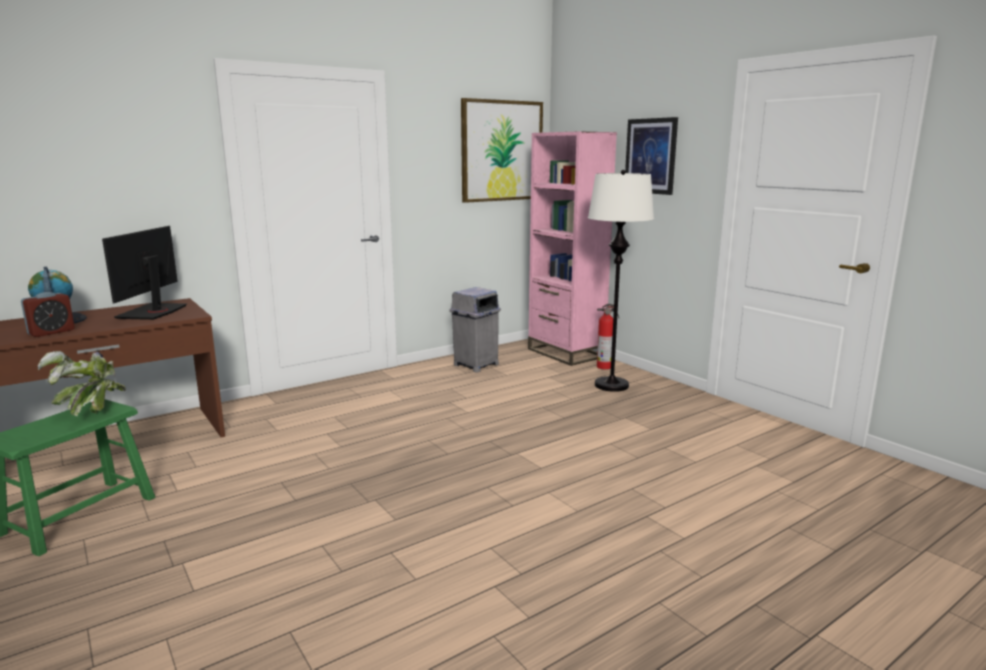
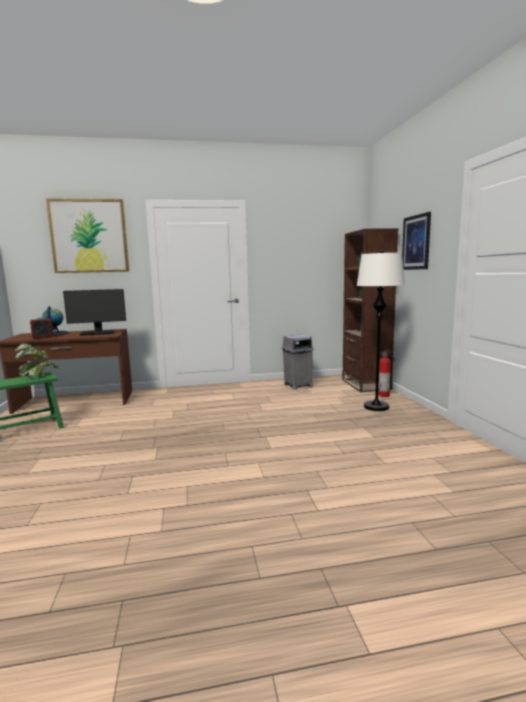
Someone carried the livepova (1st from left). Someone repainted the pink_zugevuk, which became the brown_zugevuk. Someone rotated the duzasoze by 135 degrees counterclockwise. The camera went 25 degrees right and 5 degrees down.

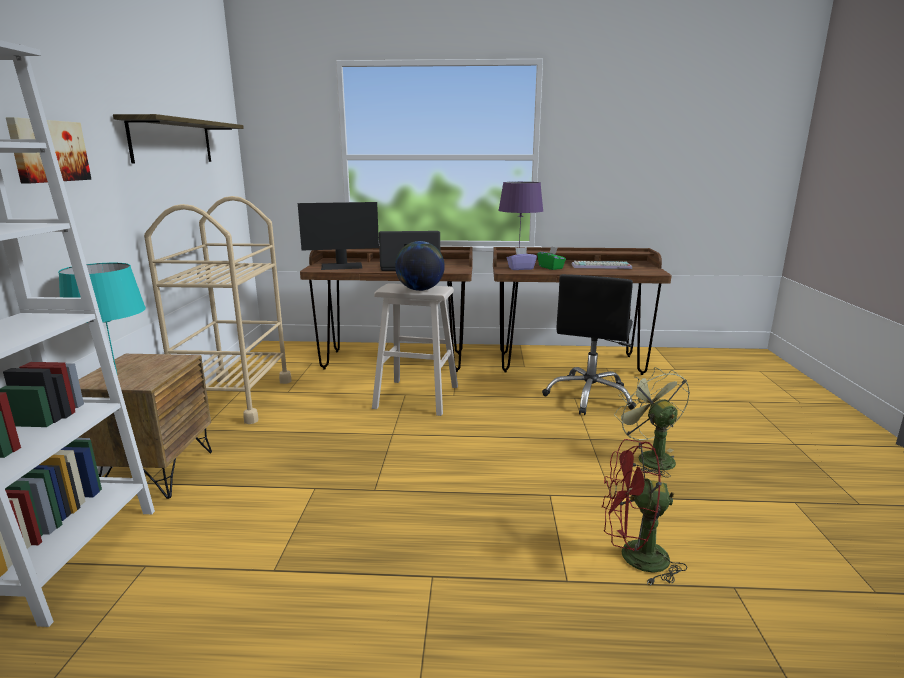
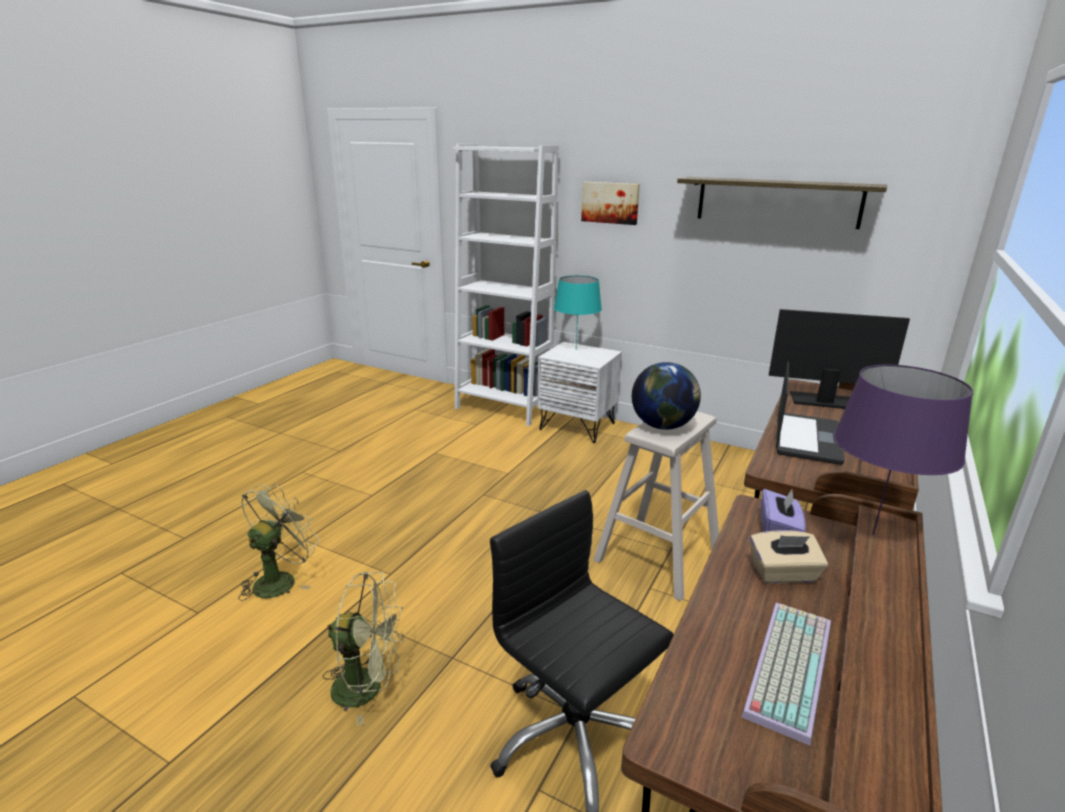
Someone took away the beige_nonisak. Someone rotated the duzasoze by 90 degrees clockwise. Someone repainted the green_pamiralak, which became the beige_pamiralak. Someone repainted the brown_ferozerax, which became the white_ferozerax. Someone repainted the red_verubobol, which became the green_verubobol (1st from left). The camera went 115 degrees right and 5 degrees up.

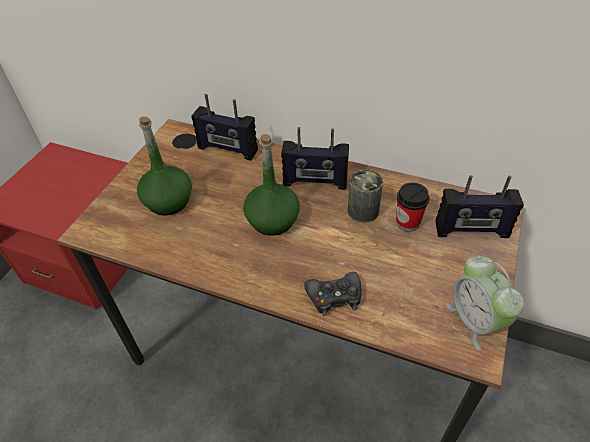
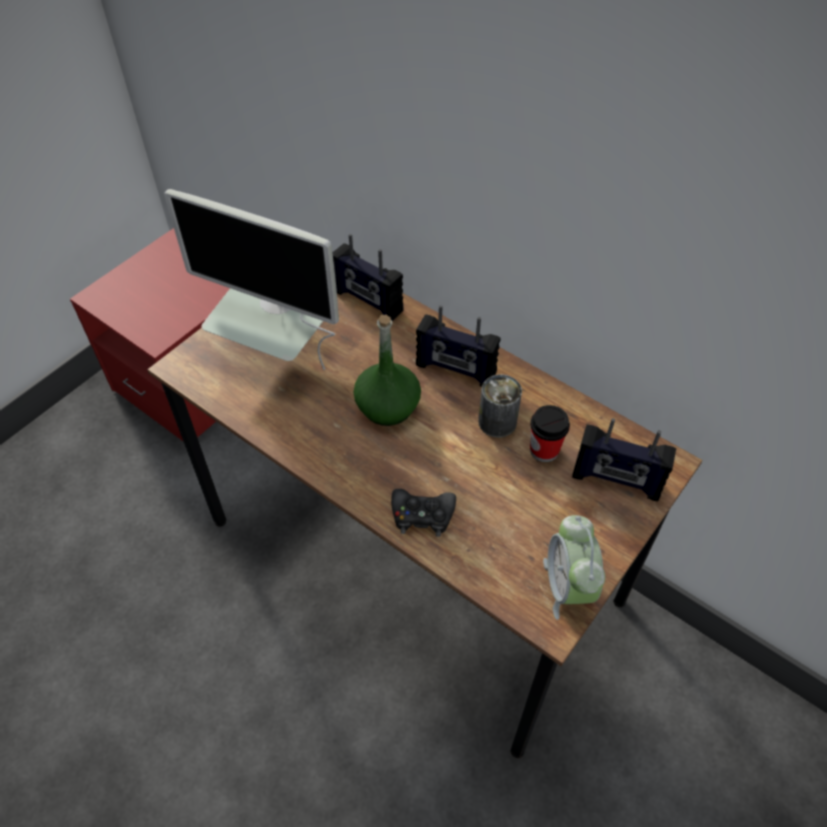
Someone swapped the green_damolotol (1st from left) for the duzasoze. The camera went 15 degrees right and 5 degrees up.

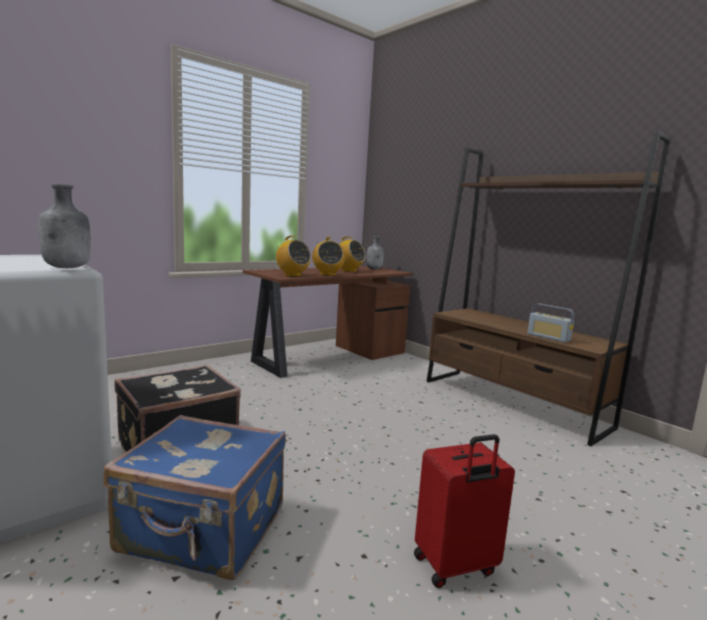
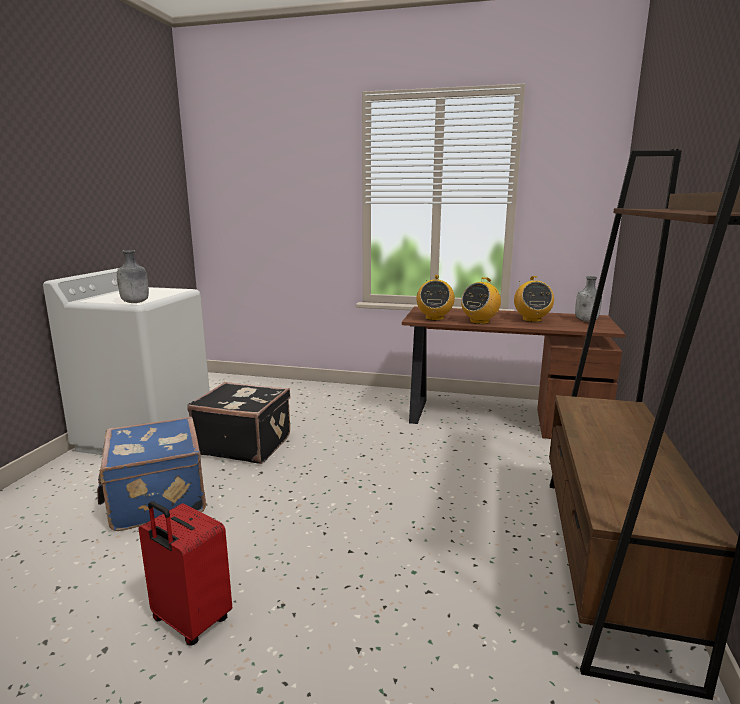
Someone took away the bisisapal (4th from left). The camera went 55 degrees right and 5 degrees up.

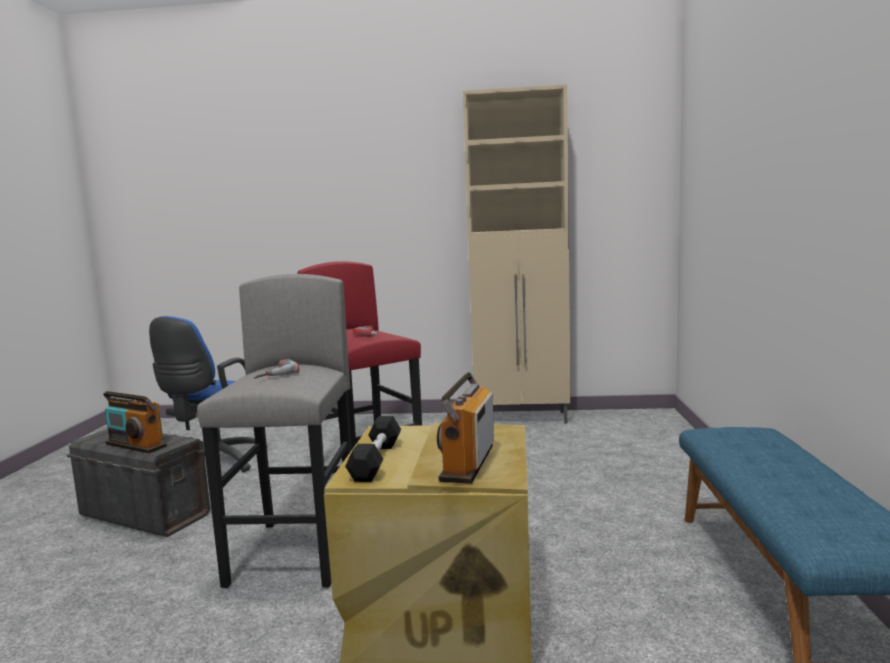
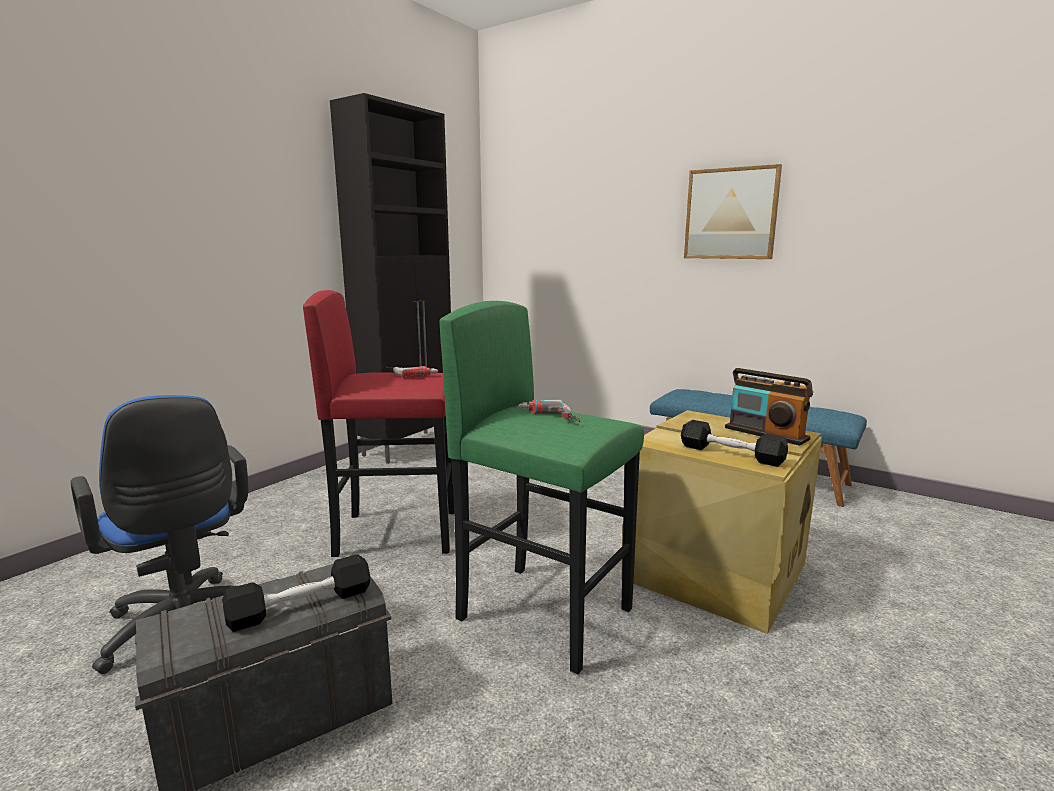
Someone repainted the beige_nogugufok, which became the black_nogugufok. Someone repainted the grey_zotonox, which became the green_zotonox. Someone swapped the bisisapal (1st from left) for the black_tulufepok (1st from left). Someone put up the livepova. The camera went 60 degrees left and 5 degrees up.

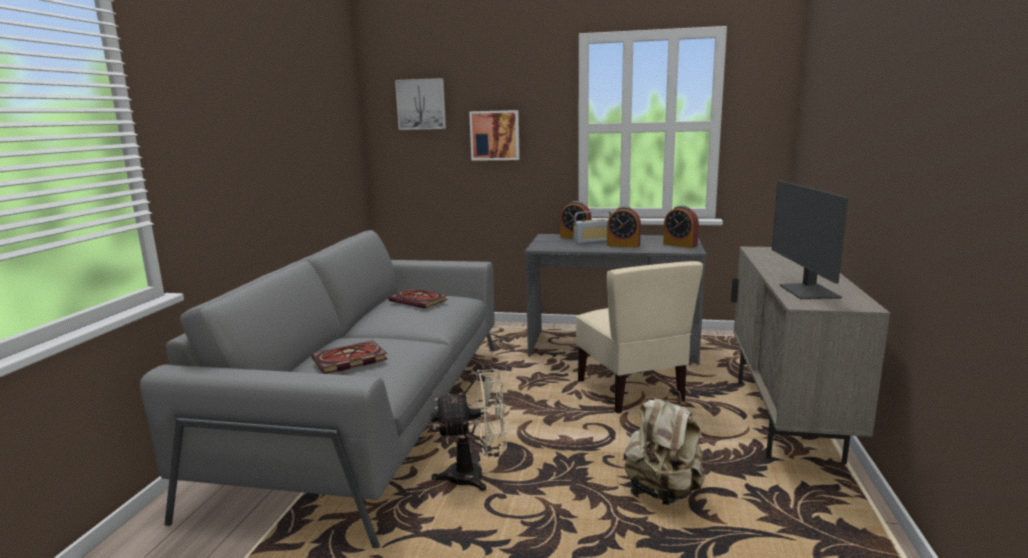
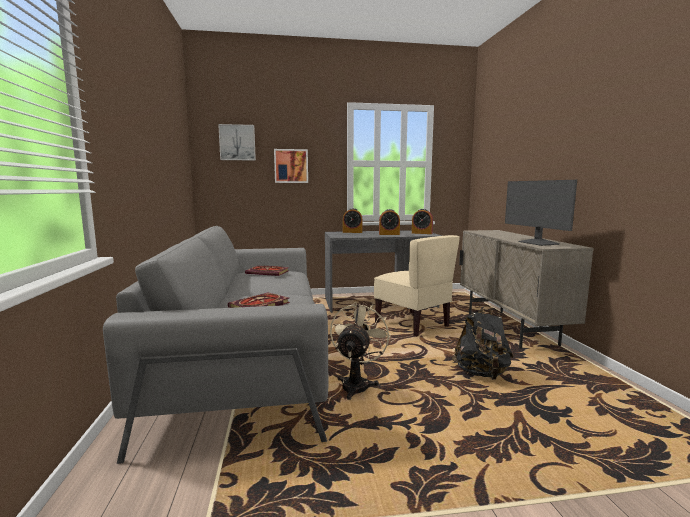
Someone took away the bisisapal. Someone rotated the beige_verubobol by 45 degrees counterclockwise. Someone repainted the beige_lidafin, which became the black_lidafin. The camera went 20 degrees left and 5 degrees down.

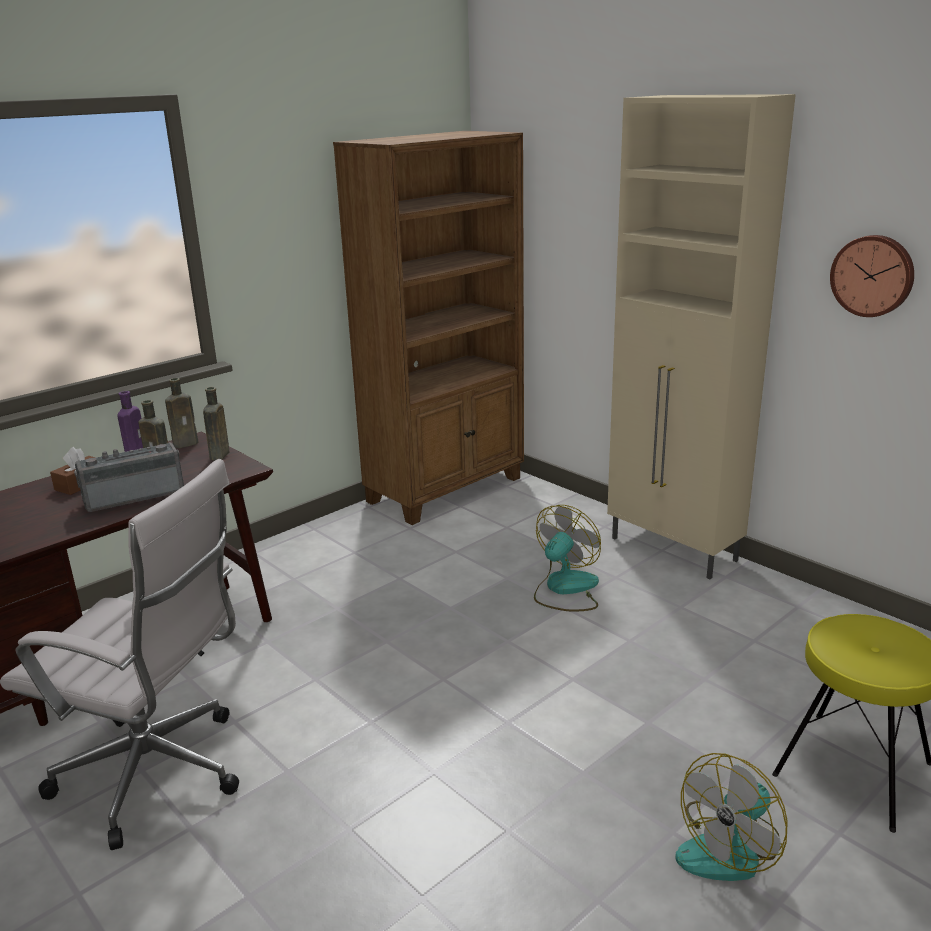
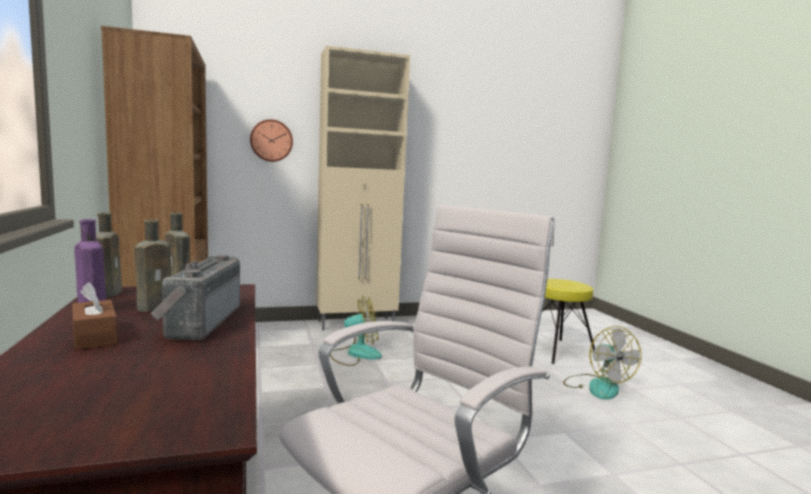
Someone carried the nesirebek. Someone rotated the verubobol (1st from left) by 105 degrees clockwise. The camera went 65 degrees left and 15 degrees down.

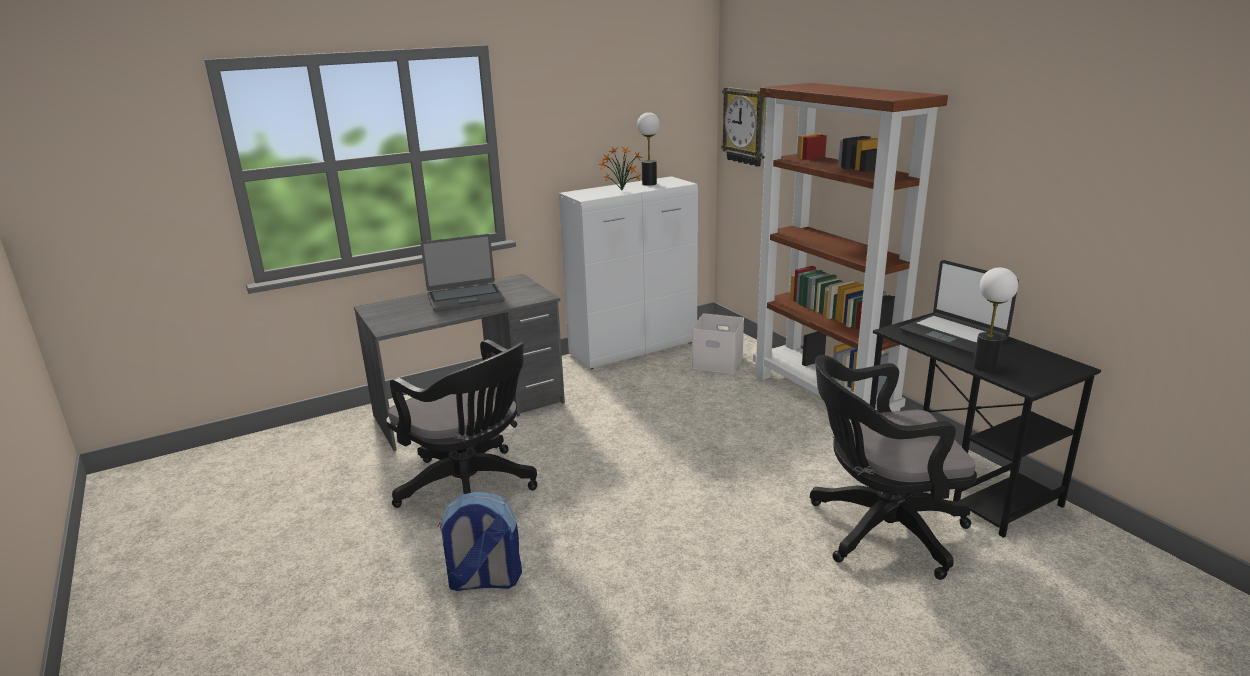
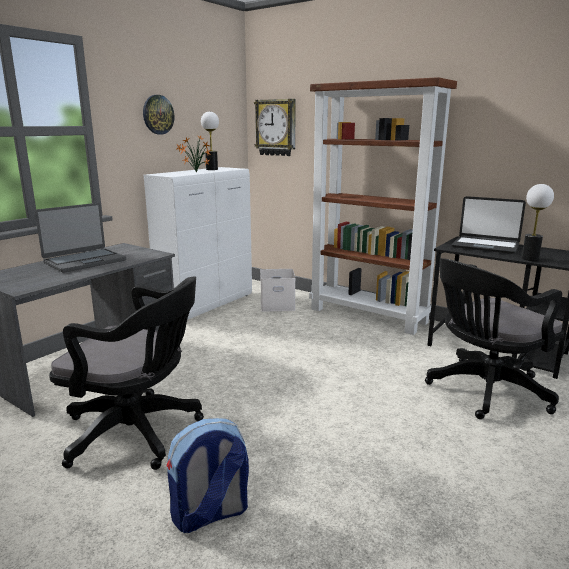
Someone put up the nesirebek (1st from left). The camera went 25 degrees left and 5 degrees down.

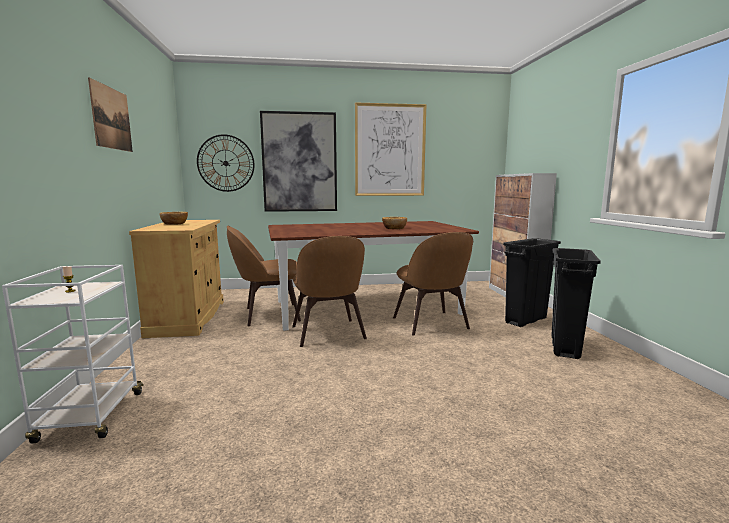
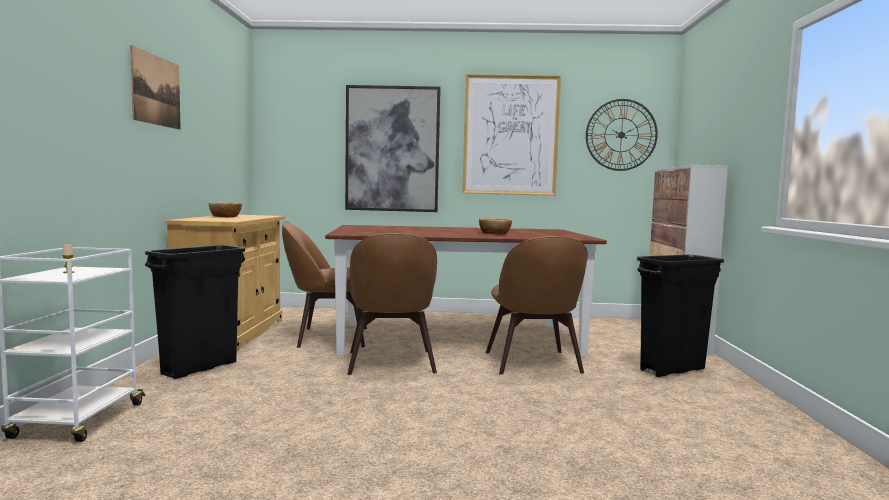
Someone carried the nesirebek. Someone carried the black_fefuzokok (2nd from left in the first image). The camera went 10 degrees right and 5 degrees down.

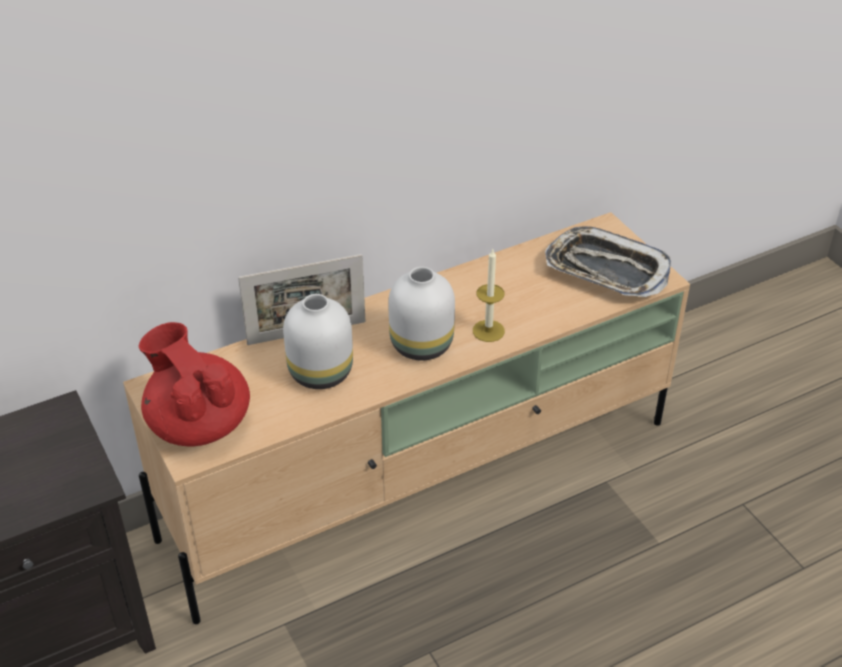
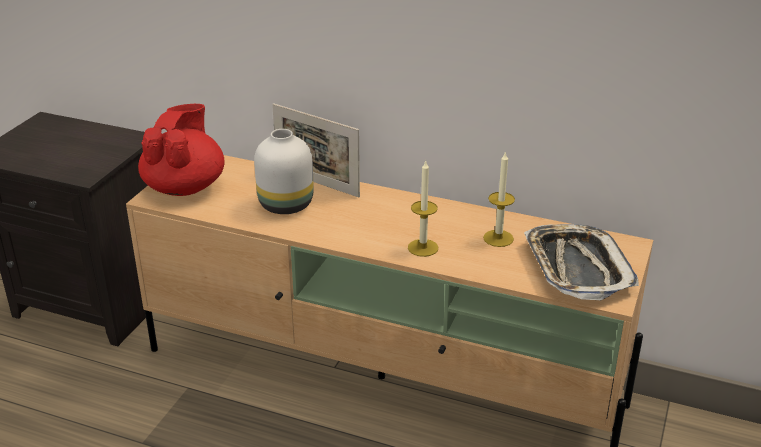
Someone took away the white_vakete (2nd from left). Someone put down the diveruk (2nd from left). The camera went 50 degrees right and 10 degrees down.

